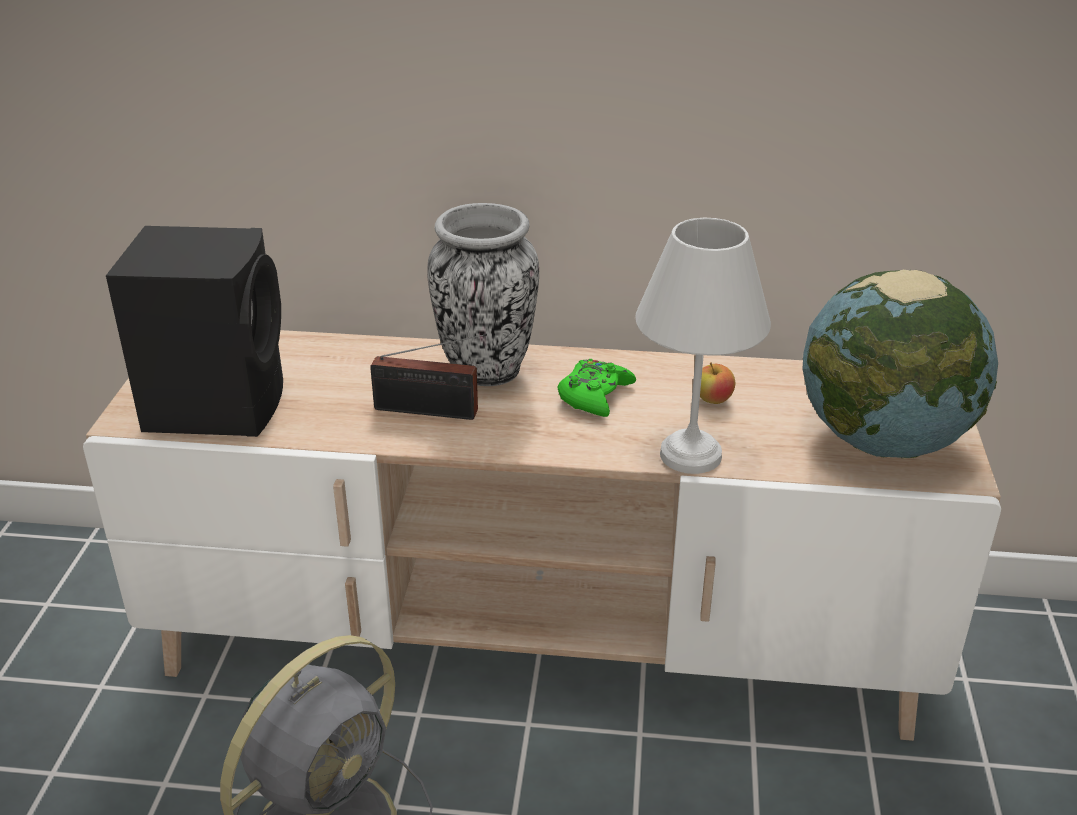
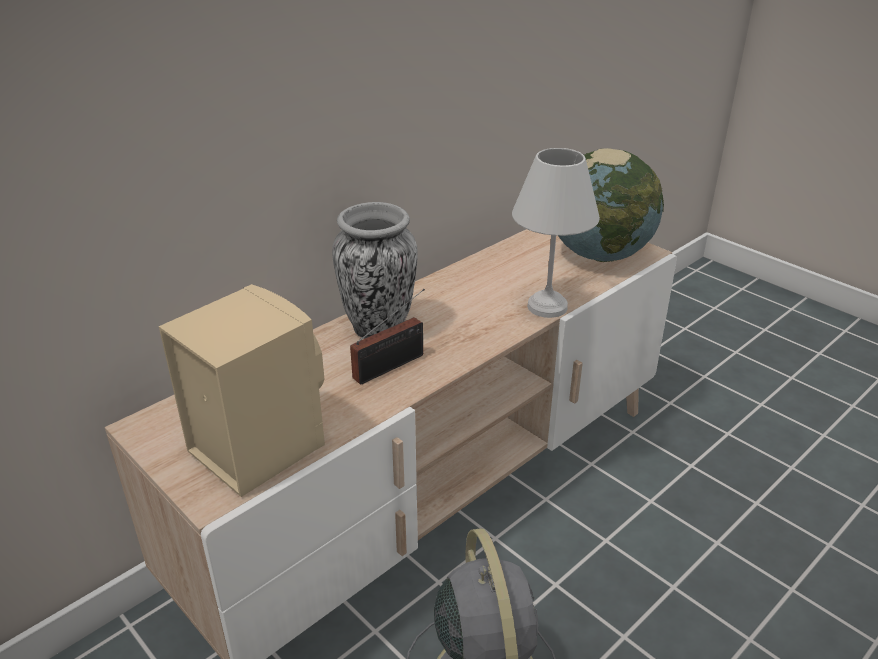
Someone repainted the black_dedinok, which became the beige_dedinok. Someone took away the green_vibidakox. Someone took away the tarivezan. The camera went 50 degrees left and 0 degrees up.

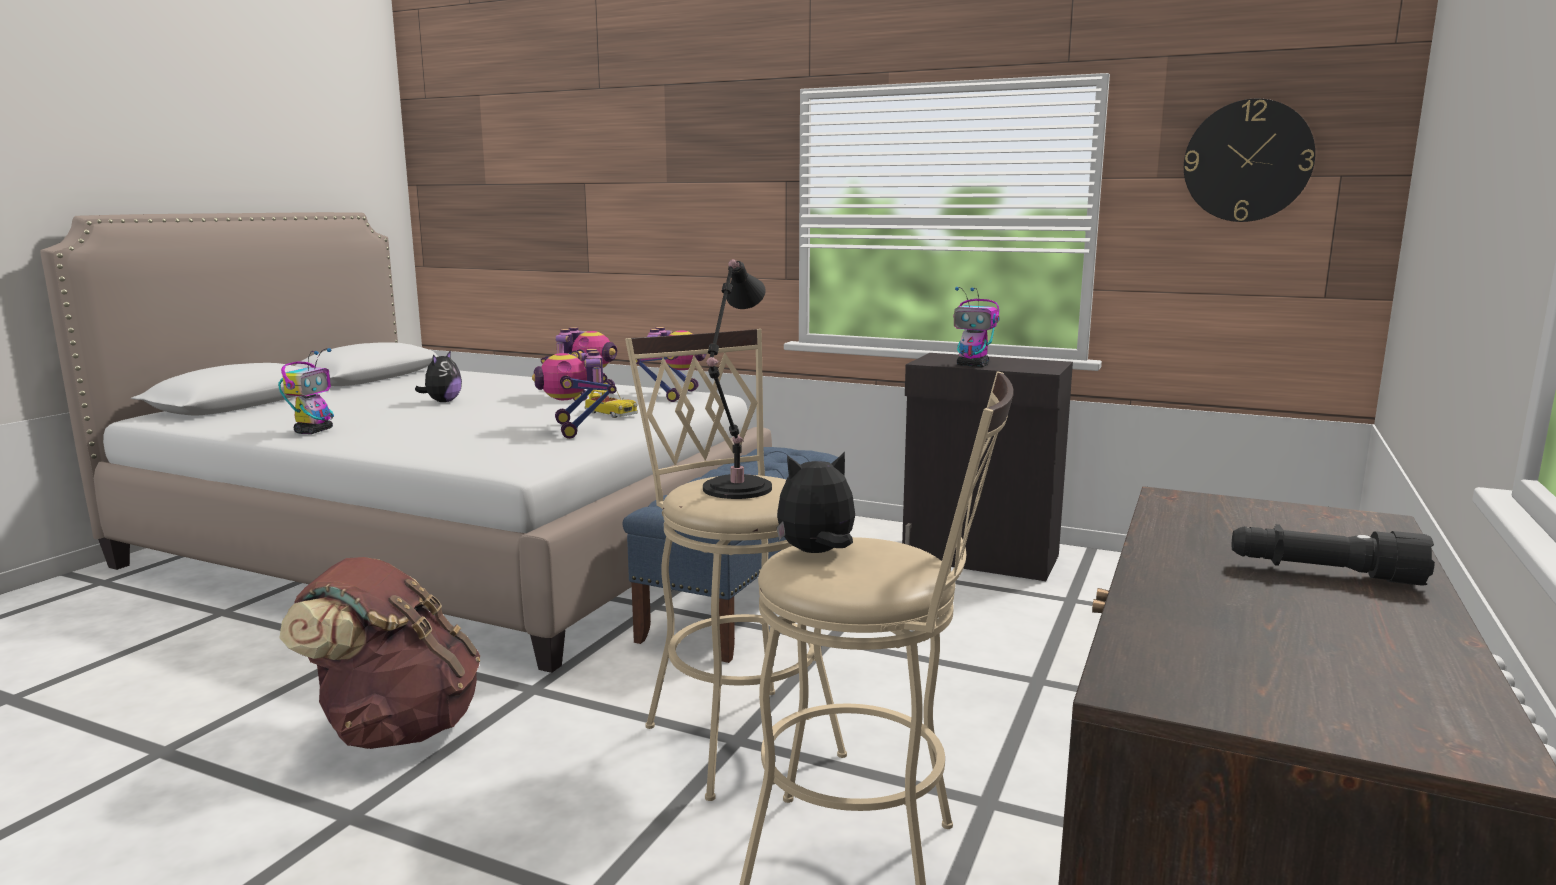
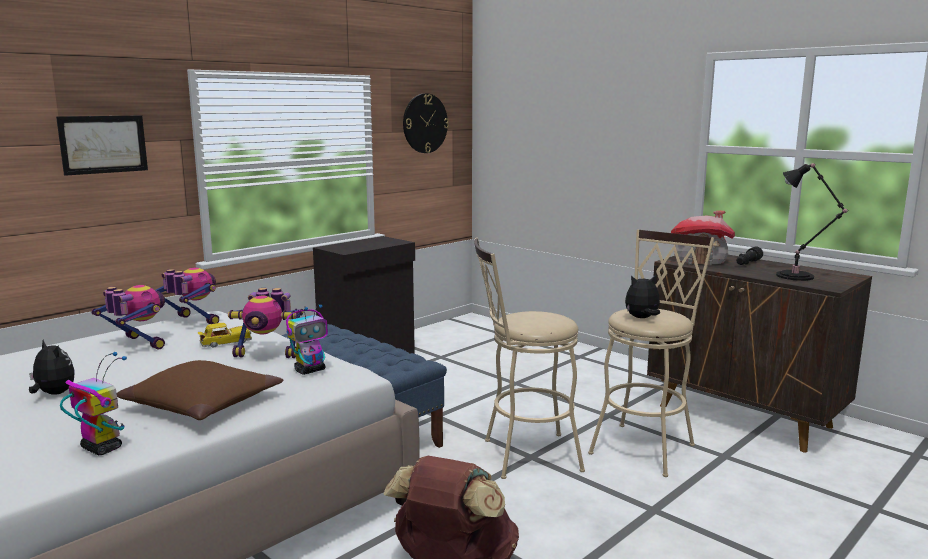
Someone carried the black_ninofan. Someone carried the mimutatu (5th from left). Someone rotated the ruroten (2nd from left) by 75 degrees clockwise. Someone put up the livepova. Someone put down the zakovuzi. Someone put down the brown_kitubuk. The camera went 70 degrees left and 0 degrees up.

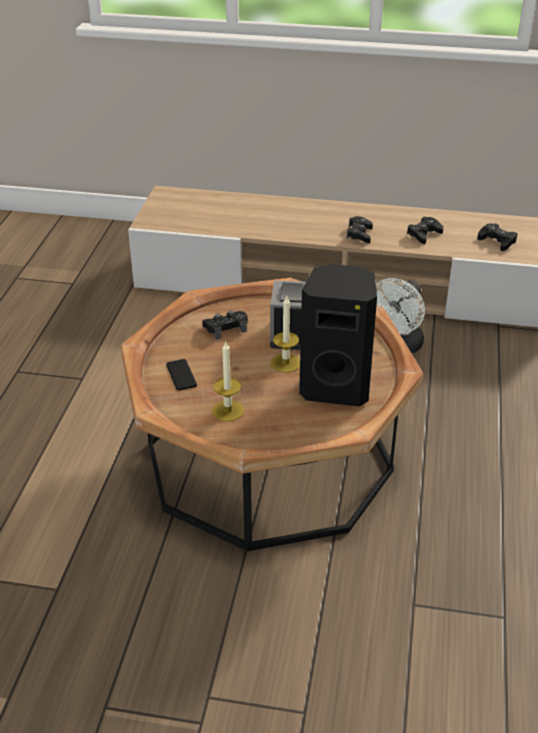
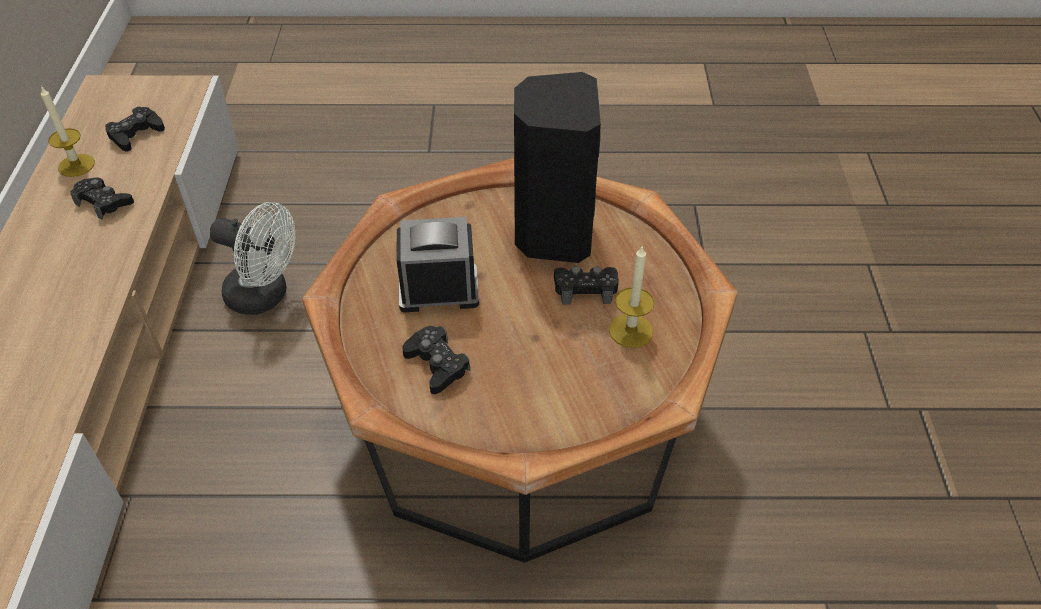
Someone carried the black_vibidakox (2nd from left in the first image). Someone carried the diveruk (2nd from left in the first image). Someone took away the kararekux. The camera went 100 degrees left and 10 degrees up.

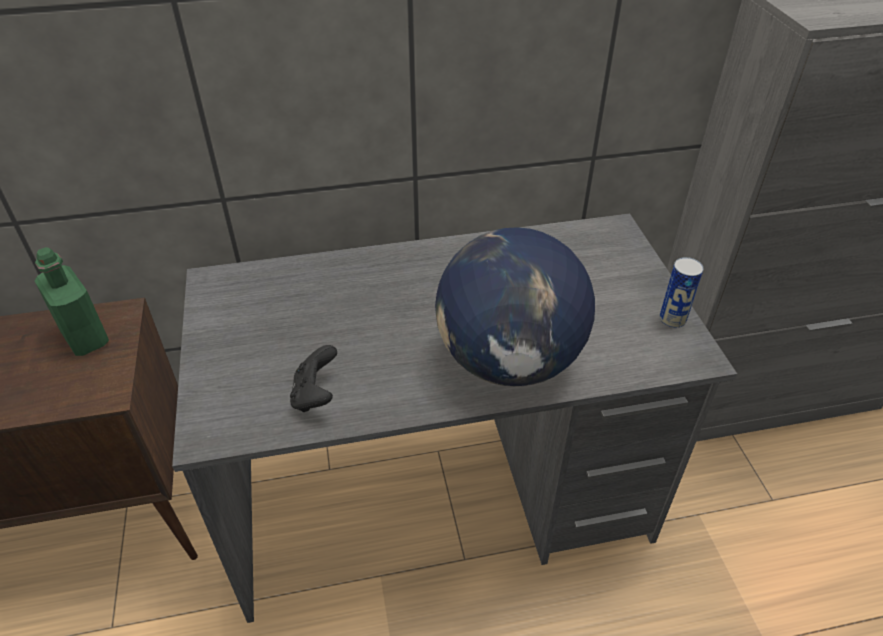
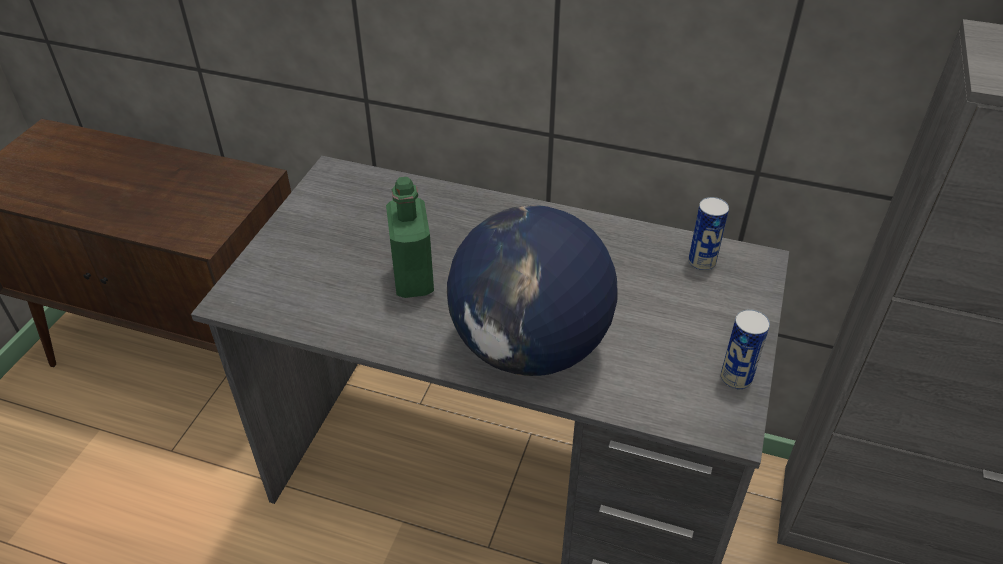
Someone carried the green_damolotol. Someone took away the black_vibidakox. Someone put down the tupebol (1st from left). The camera went 30 degrees right and 0 degrees up.

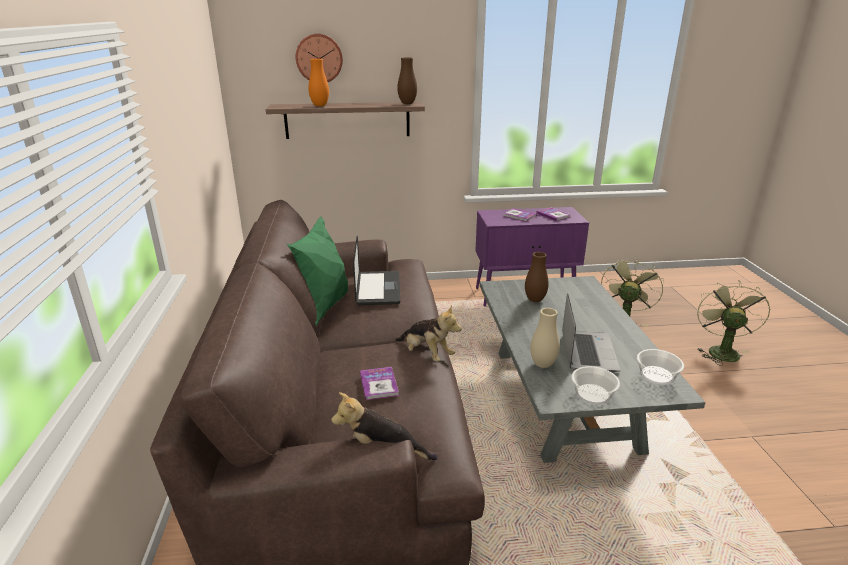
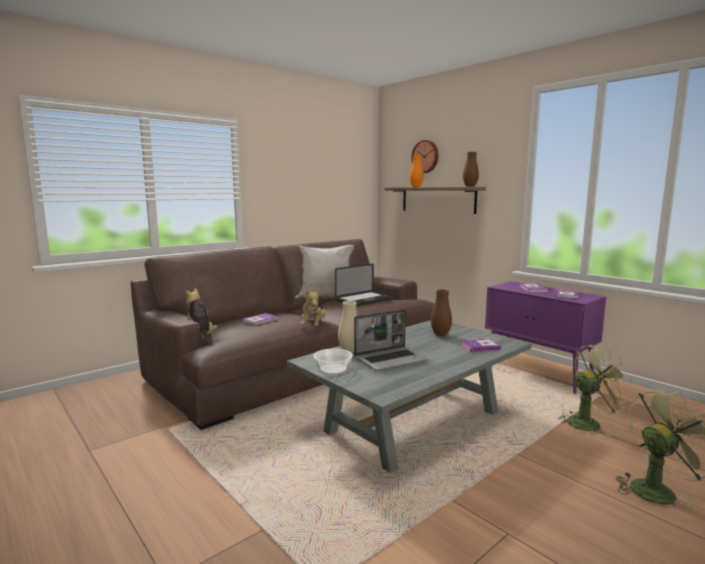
Someone repainted the green_kitubuk, which became the white_kitubuk. Someone took away the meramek (2nd from left). Someone put down the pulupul (2nd from left). The camera went 55 degrees right and 15 degrees down.

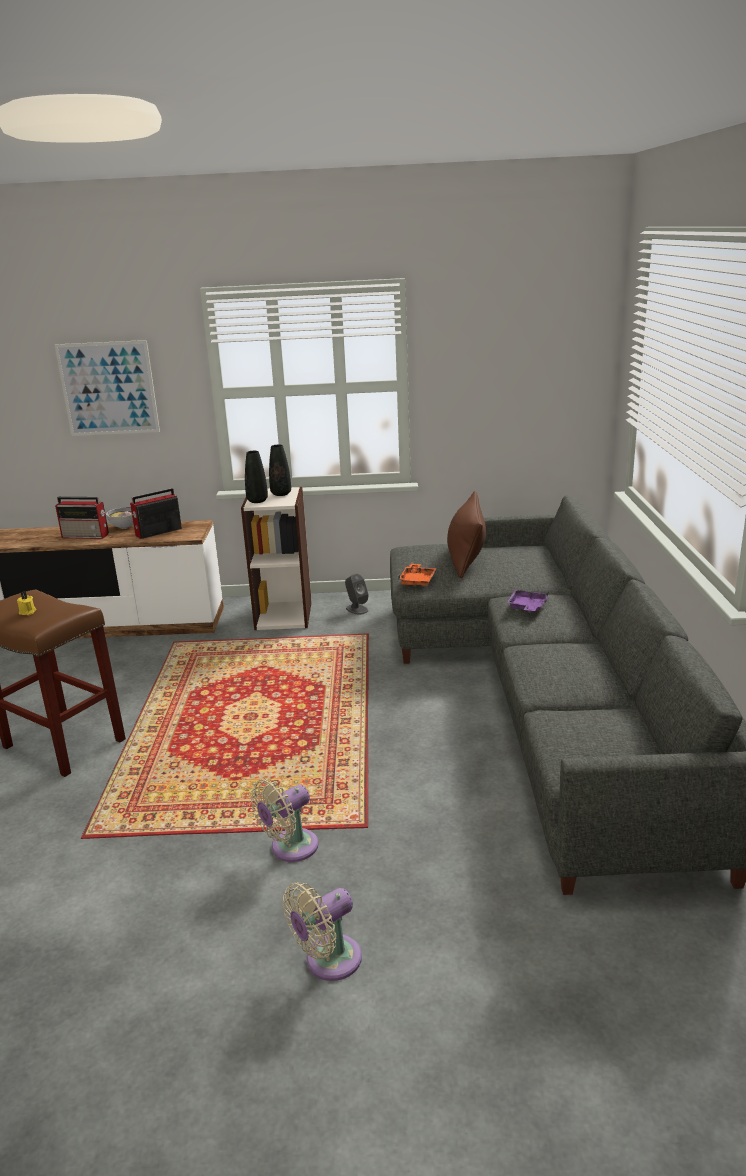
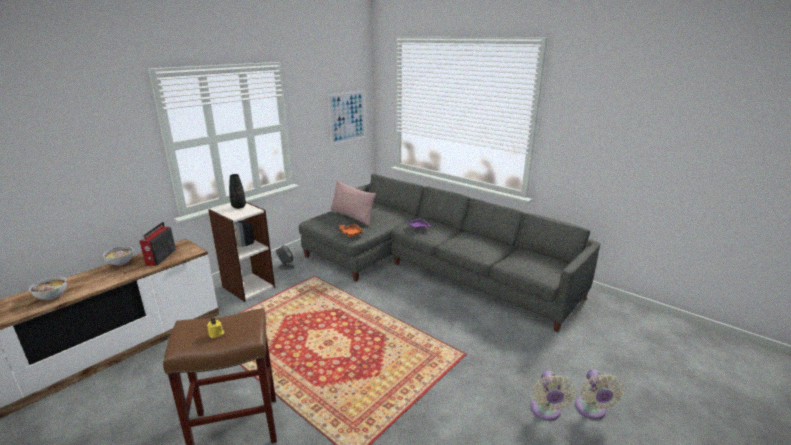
Someone carried the livepova. Someone took away the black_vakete (1st from left). Someone repainted the brown_kitubuk, which became the pink_kitubuk. Someone took away the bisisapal (1st from left). Someone carried the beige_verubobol (1st from left in the first image). Someone put down the meramek (1st from left). The camera went 50 degrees left and 0 degrees up.

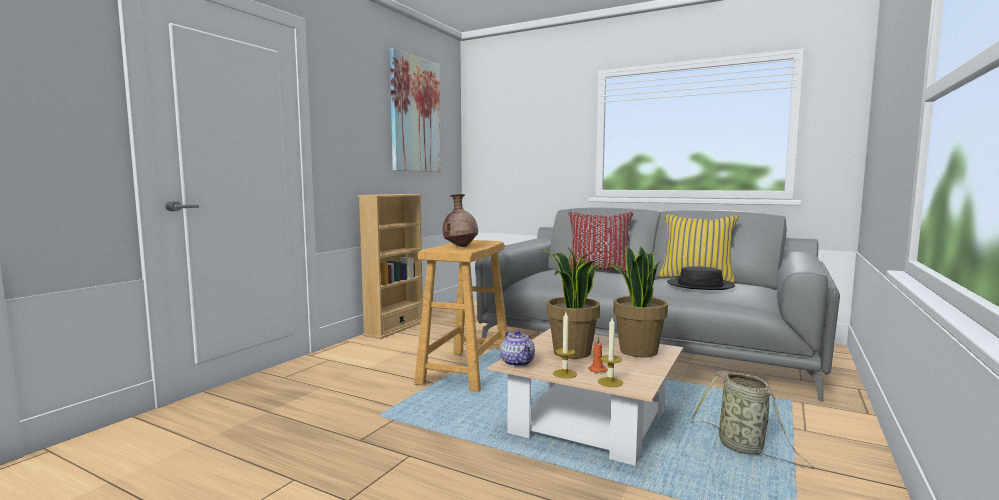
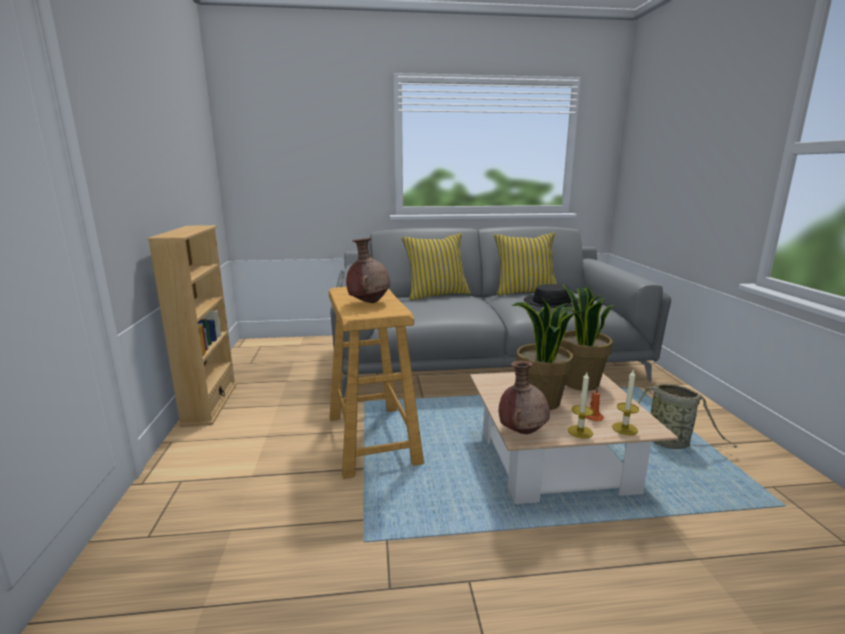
Someone took away the livepova. Someone repainted the red_kitubuk, which became the yellow_kitubuk (1st from left). Someone swapped the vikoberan for the brown_vakete (2nd from left). The camera went 35 degrees left and 10 degrees up.

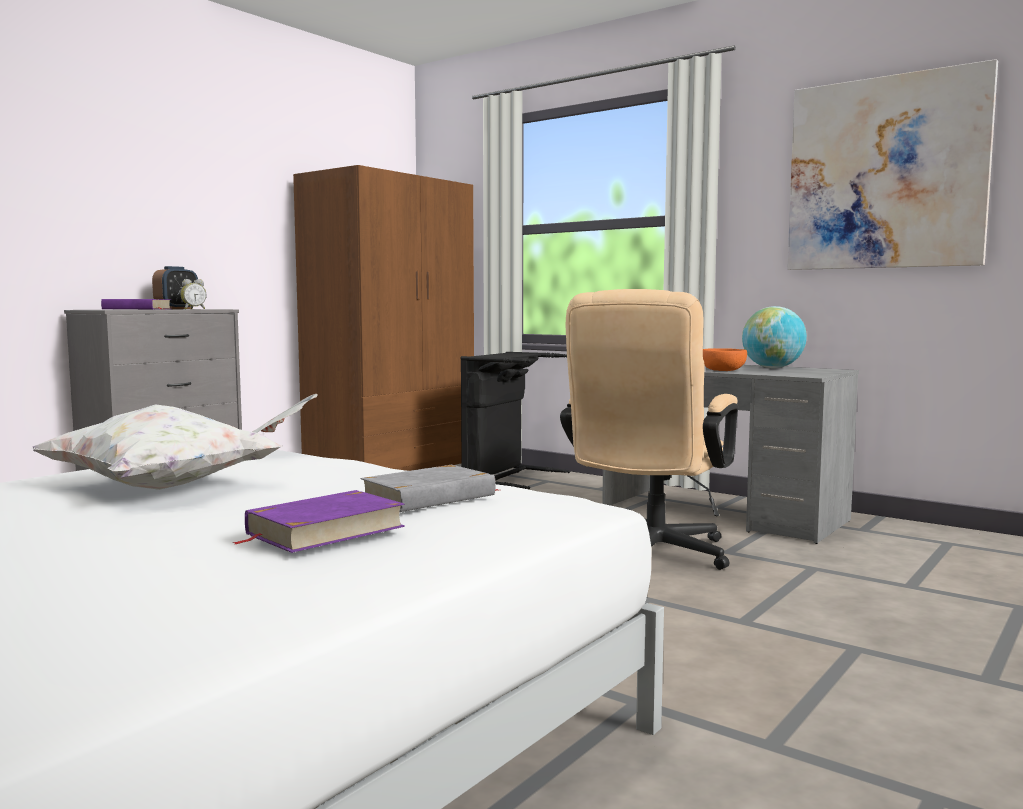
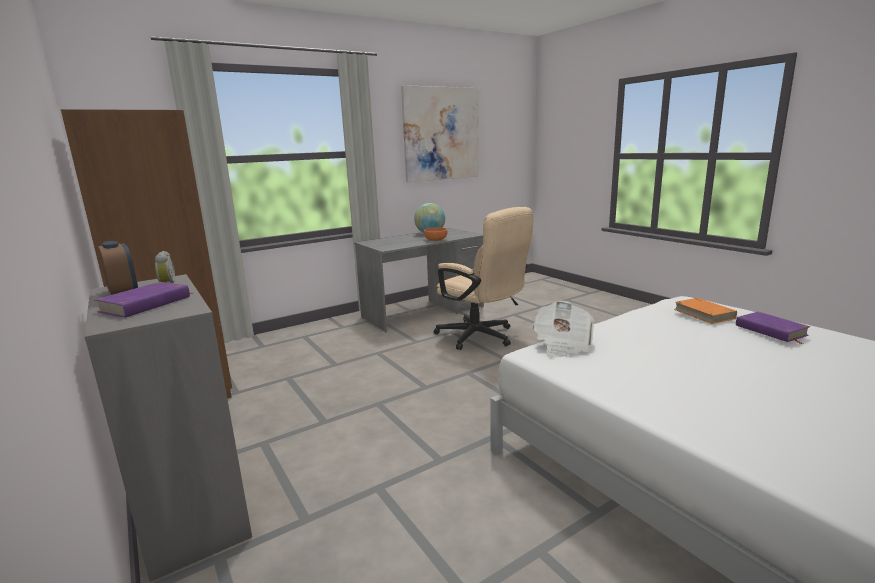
Someone took away the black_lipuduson. Someone took away the white_kitubuk. Someone repainted the grey_pulupul, which became the orange_pulupul. The camera went 70 degrees left and 10 degrees up.

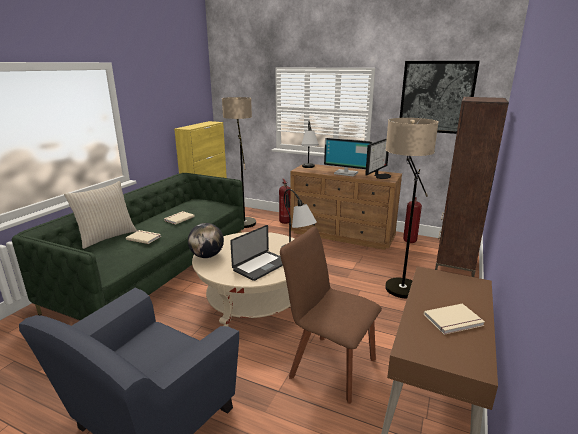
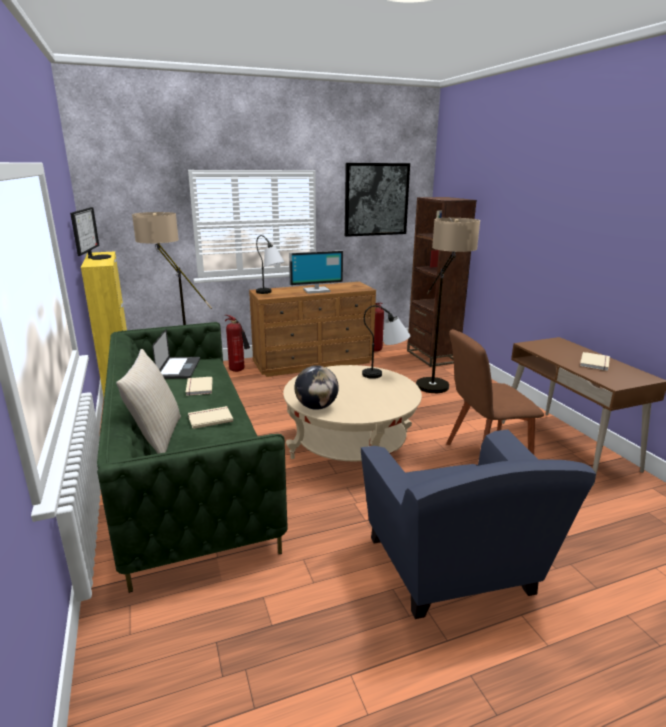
Someone carried the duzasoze (2nd from left in the first image). Someone carried the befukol. The camera went 45 degrees left and 0 degrees up.

